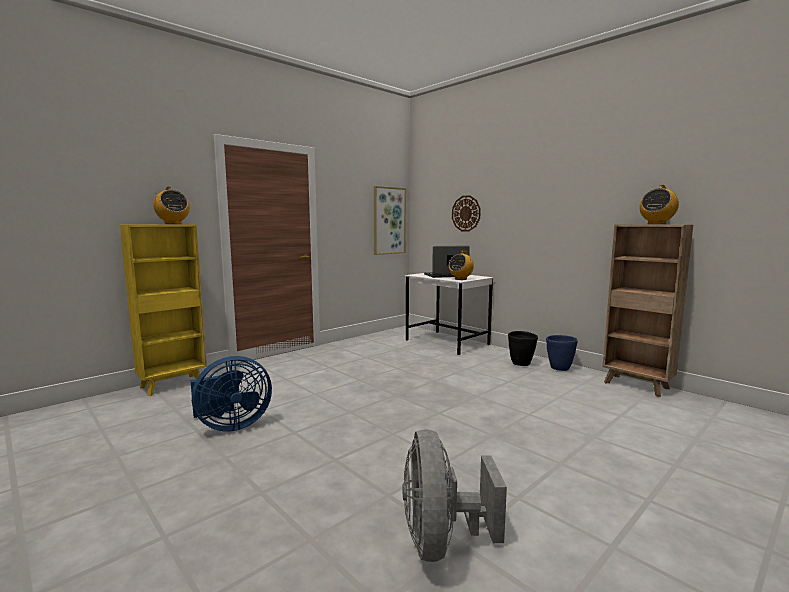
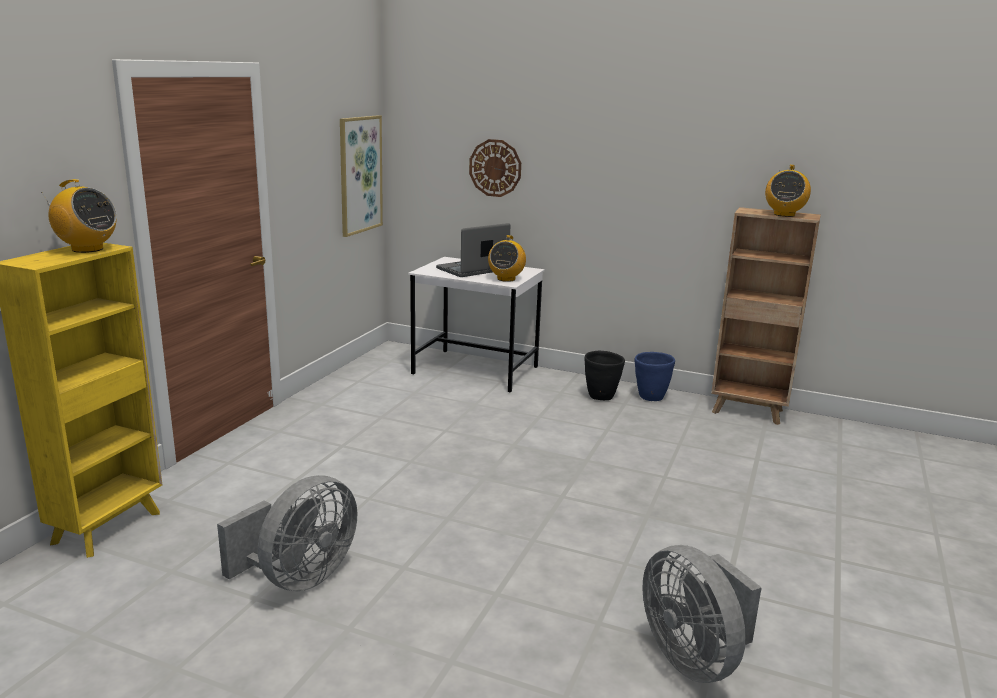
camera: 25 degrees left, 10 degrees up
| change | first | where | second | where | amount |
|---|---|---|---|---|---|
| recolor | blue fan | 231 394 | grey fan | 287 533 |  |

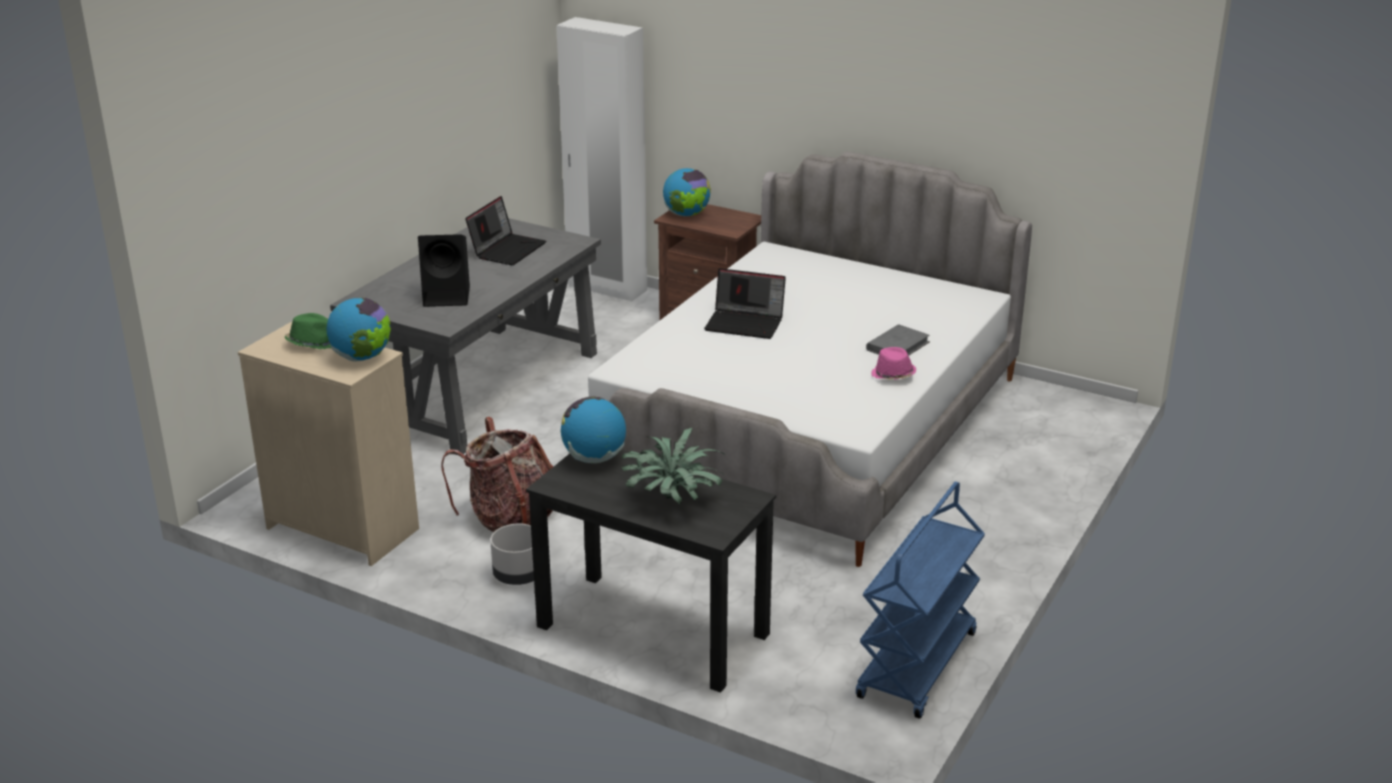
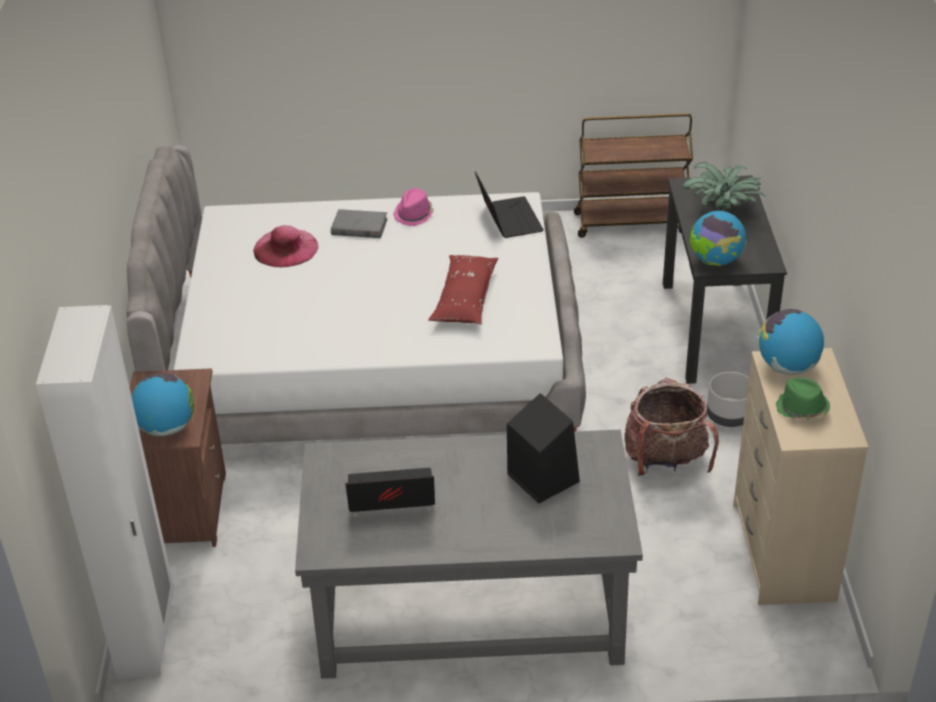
camera: 120 degrees left, 10 degrees up
| change | first | where | second | where | amount |
|---|---|---|---|---|---|
| move | laptop | 745 303 |  | 509 204 |  |
| recolor | blue cart | 920 600 | brown cart | 633 175 |  |
| insert |  |  | pink hat | 286 246 |  |
| insert |  |  | red pillow | 463 289 |  |

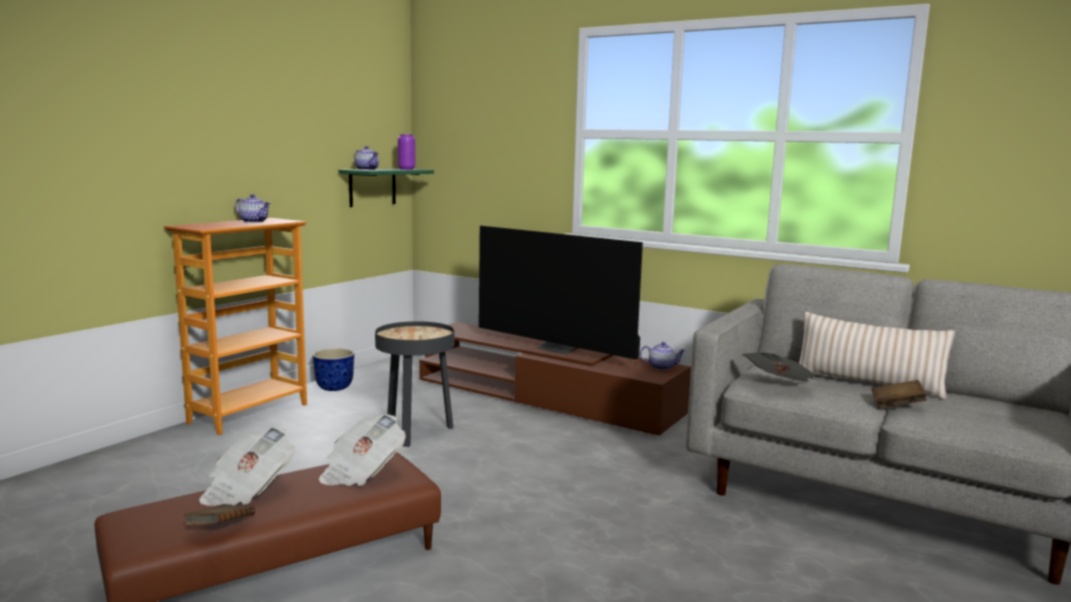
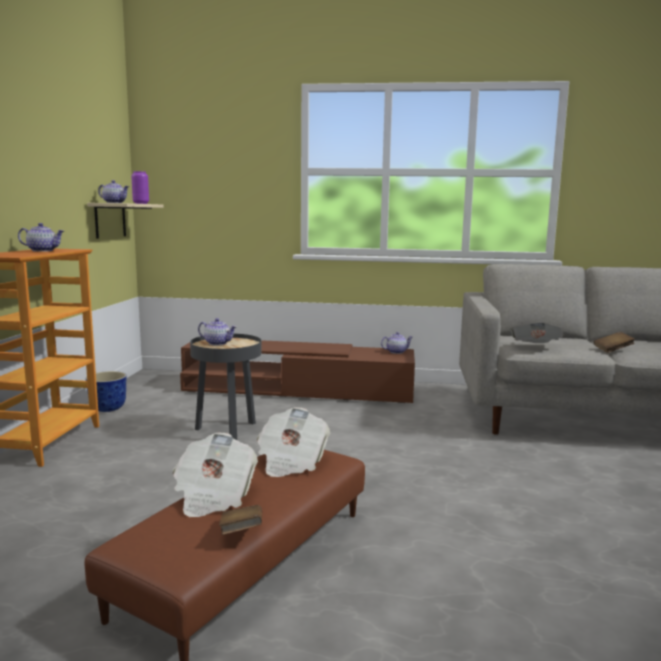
camera: 25 degrees left, 0 degrees up
| change | first | where | second | where | amount |
|---|---|---|---|---|---|
| recolor | green shelf | 386 188 | beige shelf | 125 221 |  |
| delete | television | 561 293 |  |  |  |
| delete | beige pillow | 877 356 |  |  |  |
| insert |  |  | teapot | 217 331 |  |

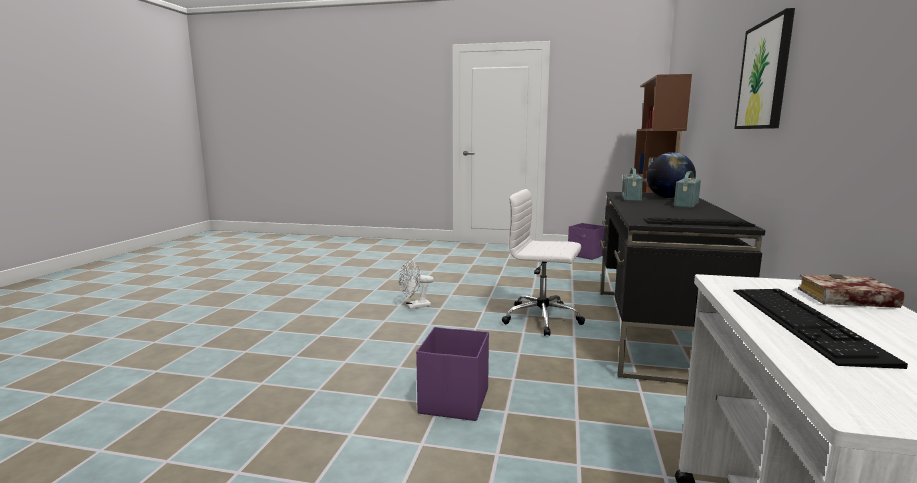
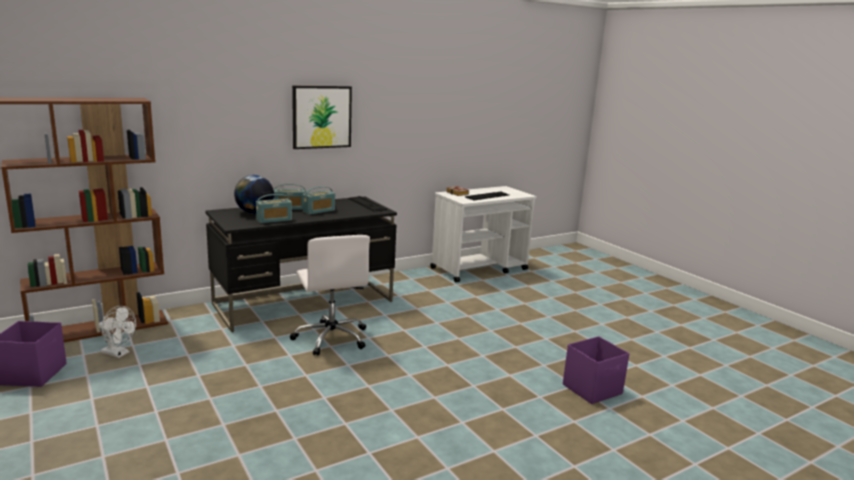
camera: 135 degrees left, 5 degrees up
| change | first | where | second | where | amount |
|---|---|---|---|---|---|
| move | white fan | 416 284 |  | 117 332 |  |
| move | purple storage box | 452 374 |  | 596 370 |  |
| insert |  |  | radio | 319 200 |  |

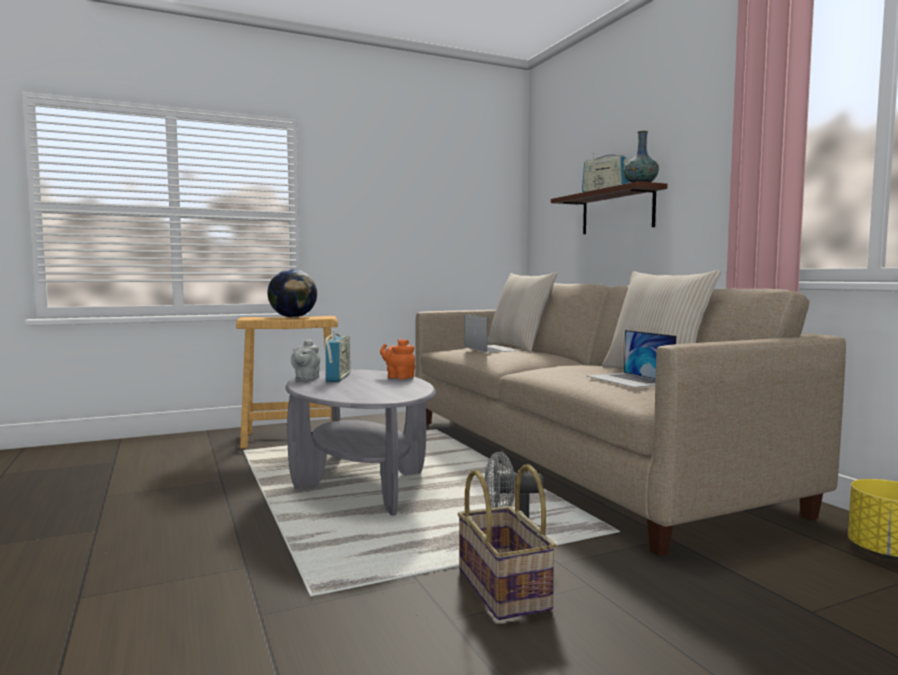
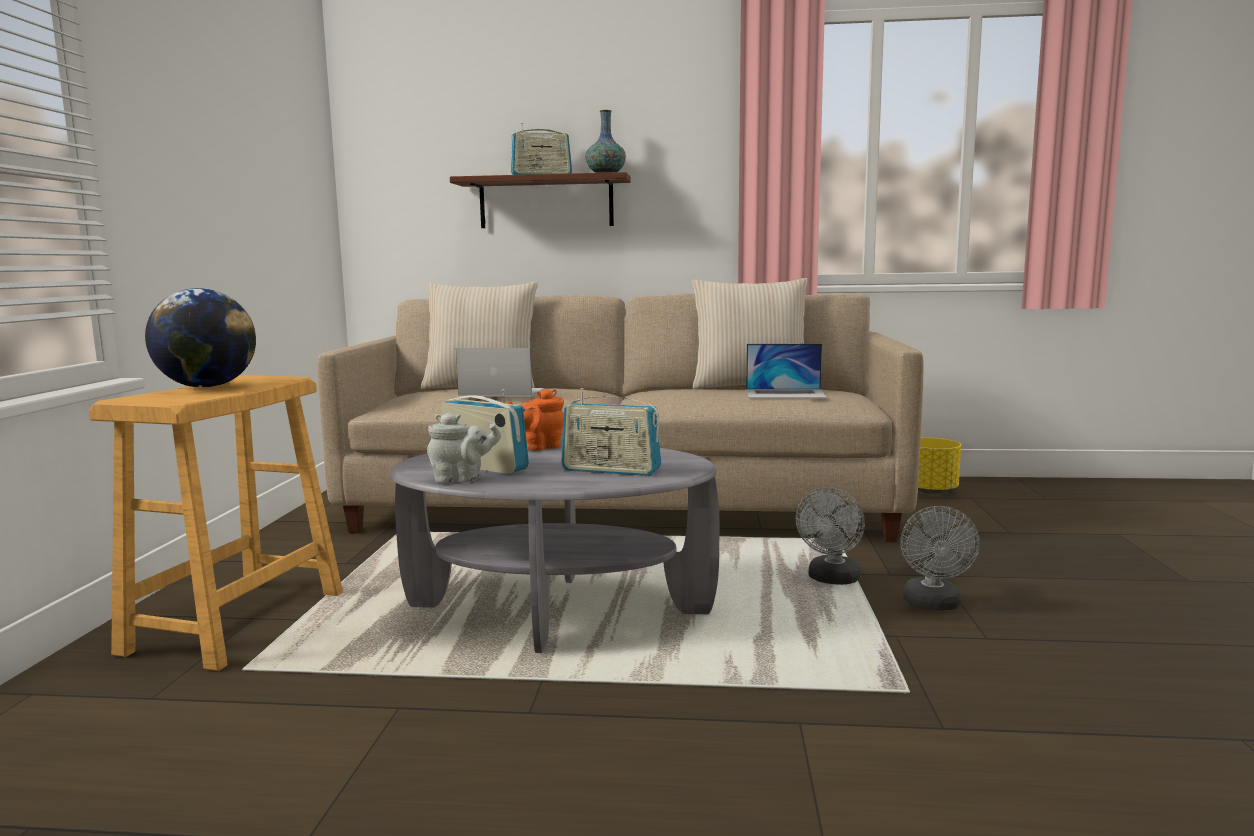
camera: 60 degrees left, 5 degrees up
| change | first | where | second | where | amount |
|---|---|---|---|---|---|
| rotate | grey teapot | 305 360 |  | 464 448 | 45 degrees counterclockwise |
| replace | basket | 507 542 | grey fan | 940 558 |  |
| insert |  |  | radio | 611 432 |  |

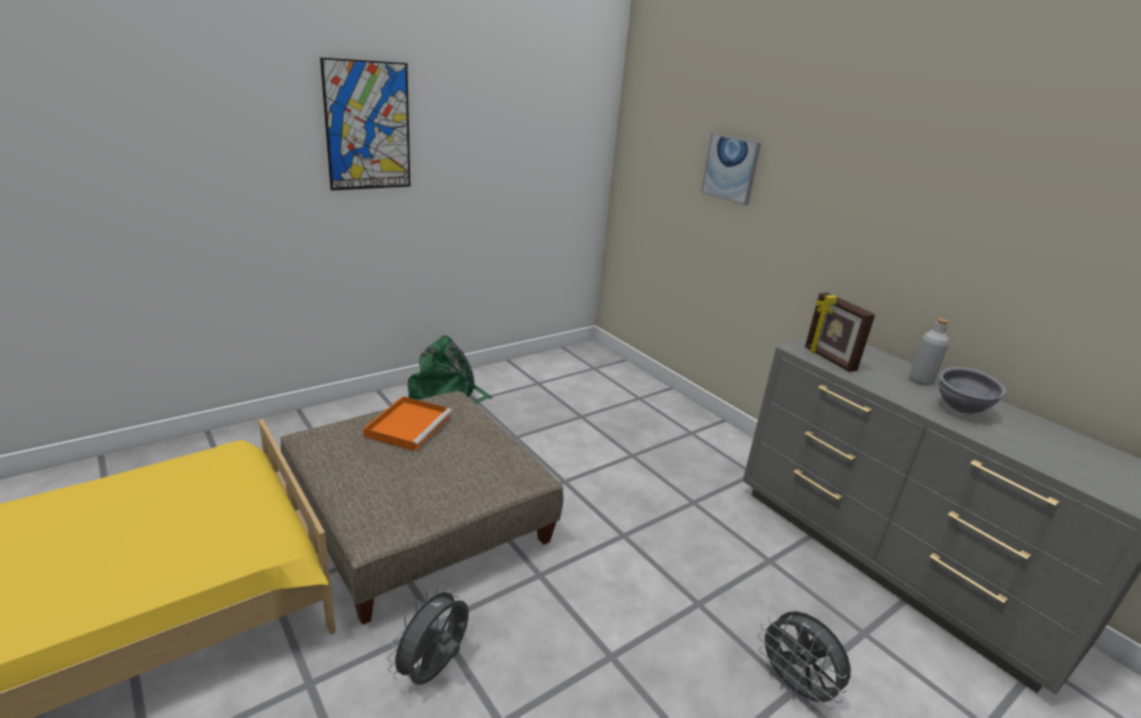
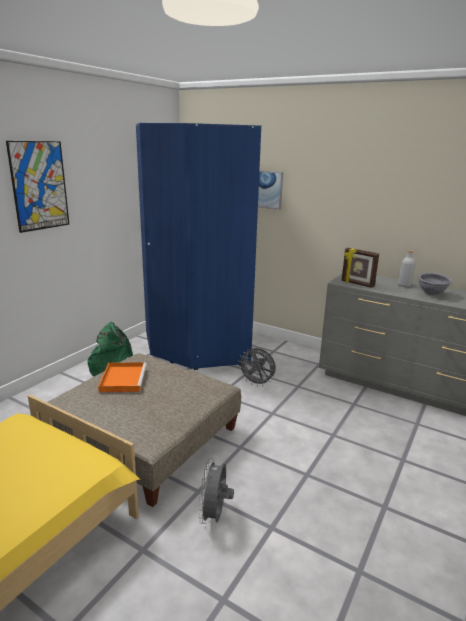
camera: 20 degrees left, 5 degrees down
| change | first | where | second | where | amount |
|---|---|---|---|---|---|
| move | grey fan | 804 660 |  | 257 367 |  |
| insert |  |  | blue wardrobe | 198 246 |  |

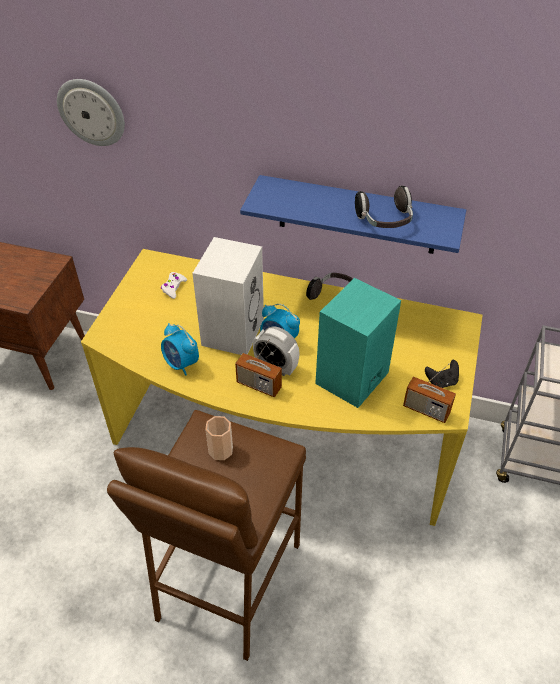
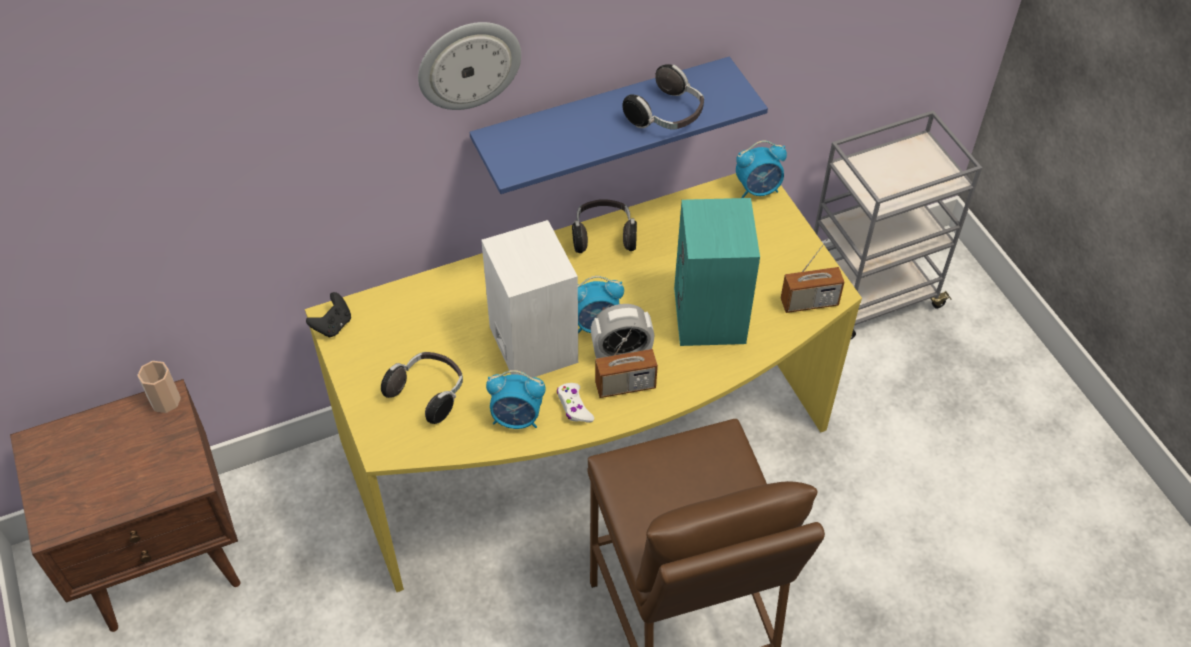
camera: 40 degrees left, 5 degrees up
| change | first | where | second | where | amount |
|---|---|---|---|---|---|
| move | wall clock | 91 112 |  | 469 66 |  |
| move | white game controller | 174 285 |  | 575 403 |  |
| move | cup | 219 438 |  | 159 387 |  |
| move | black game controller | 442 374 |  | 328 315 |  |
| insert |  |  | headphones | 422 388 |  |
| insert |  |  | alarm clock | 761 169 |  |

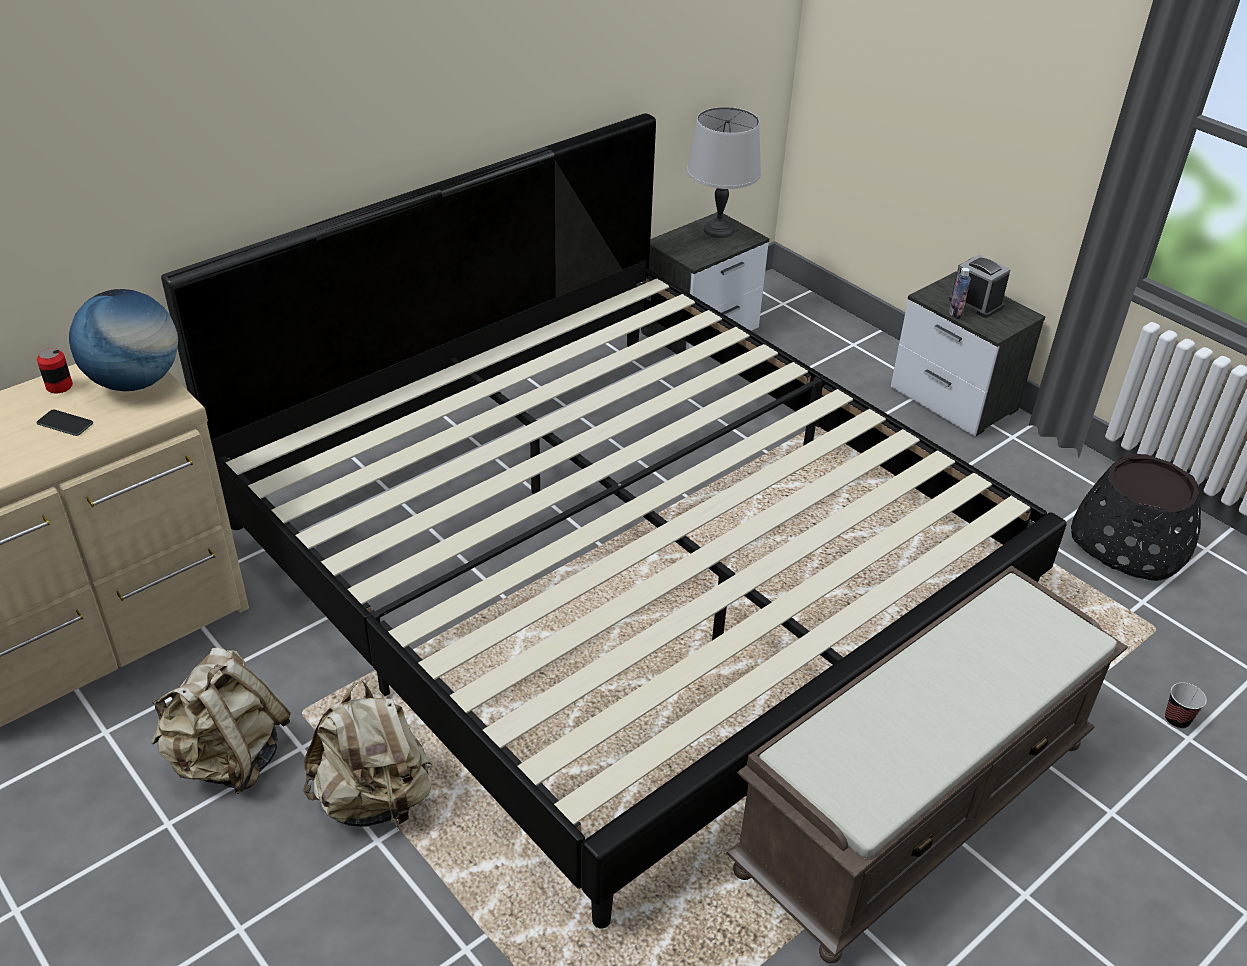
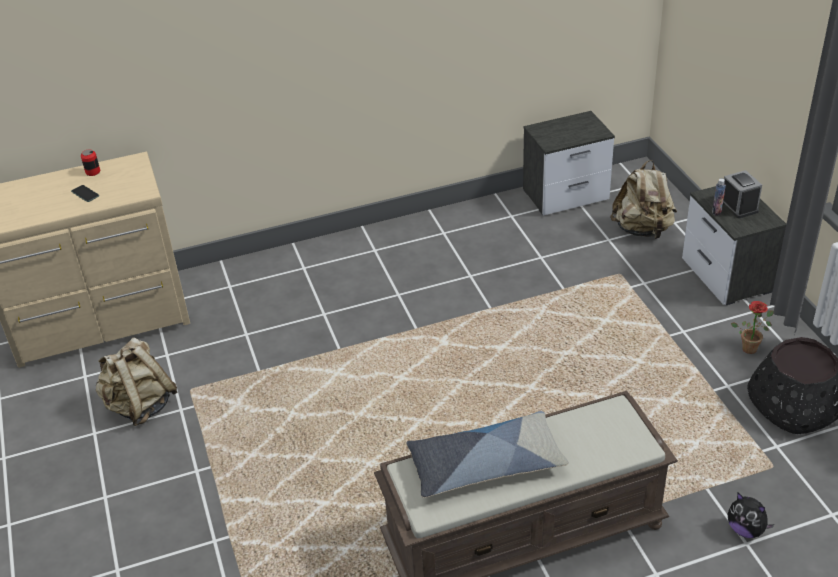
camera: 25 degrees right, 0 degrees up
| change | first | where | second | where | amount |
|---|---|---|---|---|---|
| delete | globe | 123 340 |  |  |  |
| delete | bed | 614 521 |  |  |  |
| move | beige backpack | 368 754 |  | 643 199 |  |
| delete | grey table lamp | 724 172 |  |  |  |
| replace | cup | 1186 706 | plush toy | 750 515 |  |
| insert |  |  | pillow | 487 454 |  |
| insert |  |  | potted plant | 752 327 |  |

